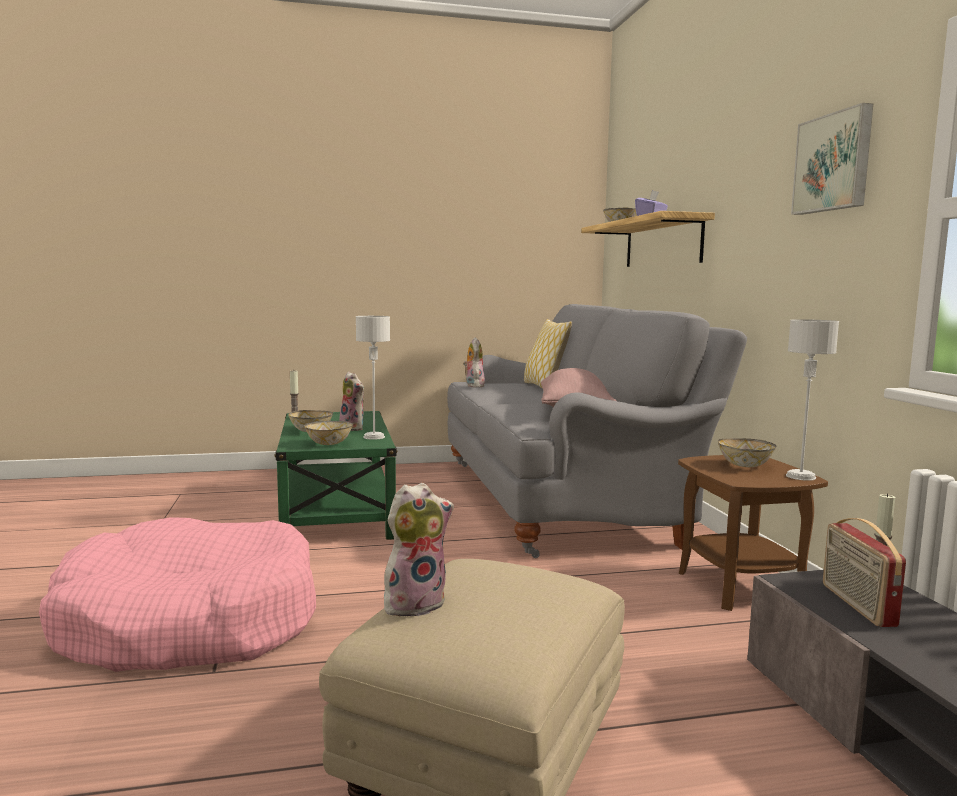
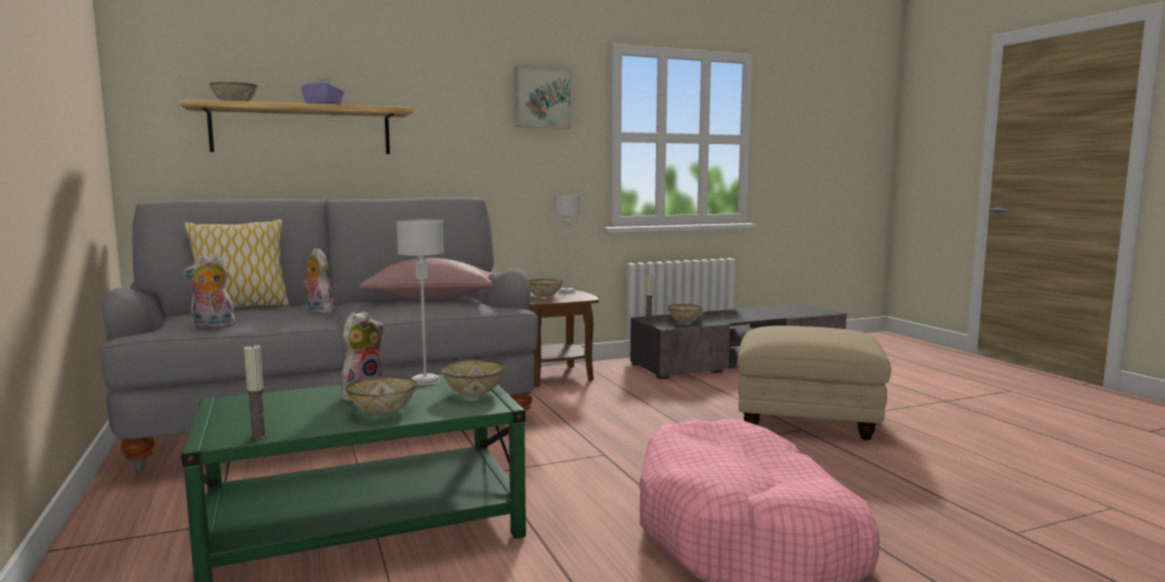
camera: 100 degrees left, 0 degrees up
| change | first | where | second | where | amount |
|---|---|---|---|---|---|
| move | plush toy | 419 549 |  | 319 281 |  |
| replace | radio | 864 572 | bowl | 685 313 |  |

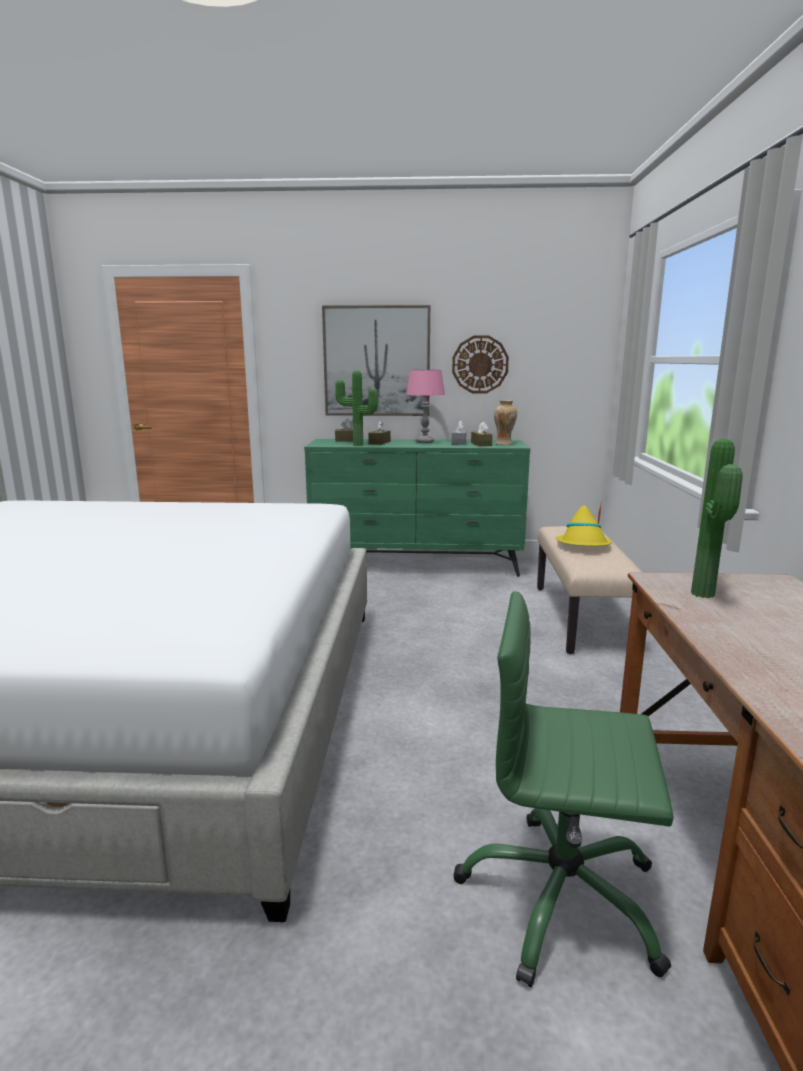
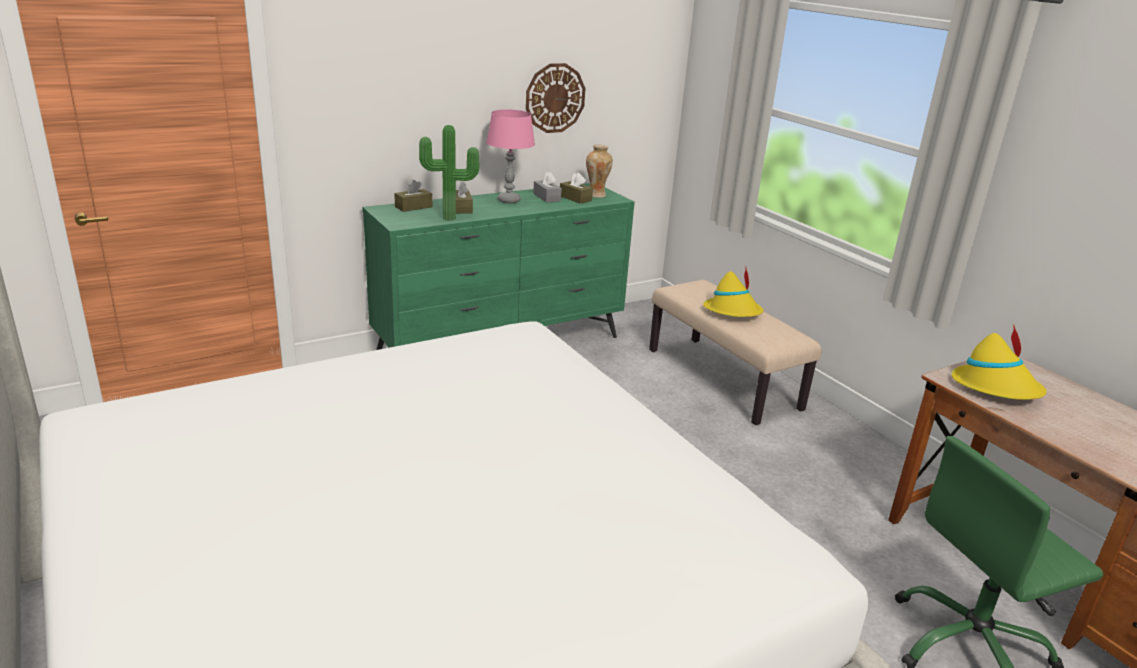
camera: 35 degrees left, 10 degrees up
| change | first | where | second | where | amount |
|---|---|---|---|---|---|
| delete | picture | 376 360 |  |  |  |
| replace | potted plant | 716 518 | yellow hat | 999 363 |  |

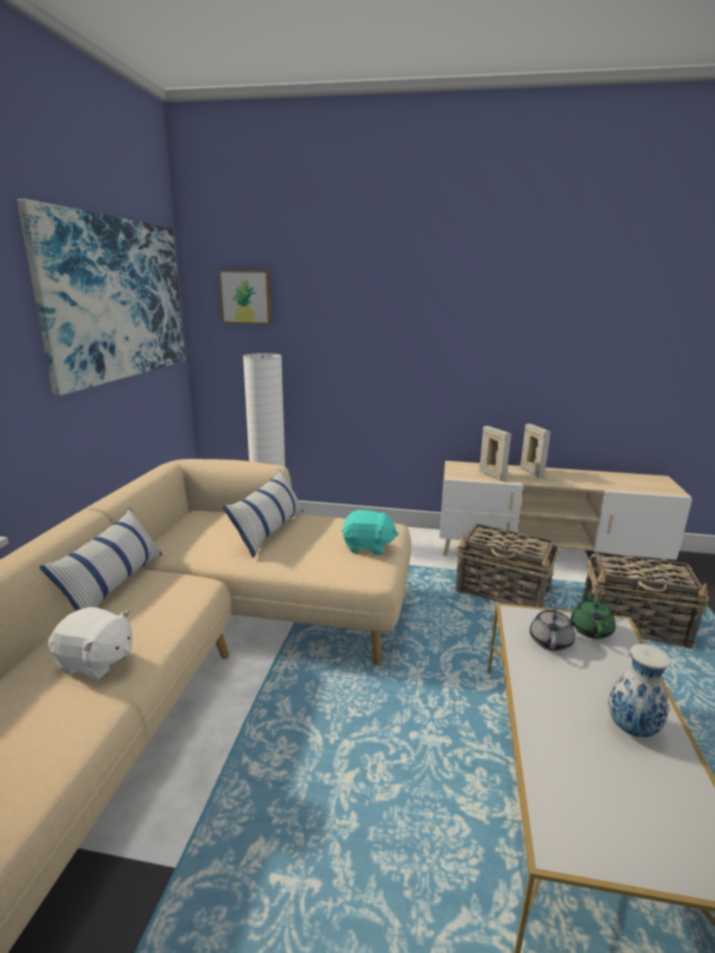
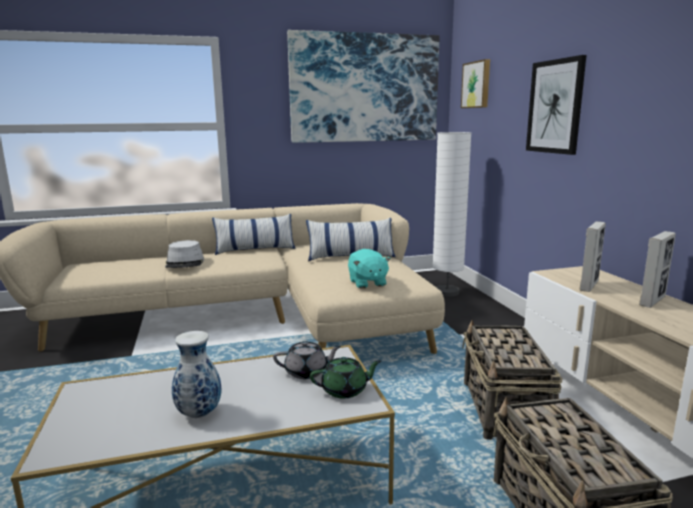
camera: 65 degrees right, 5 degrees down
| change | first | where | second | where | amount |
|---|---|---|---|---|---|
| replace | white plush toy | 90 644 | grey hat | 184 254 |  |
| insert |  |  | picture | 556 105 |  |

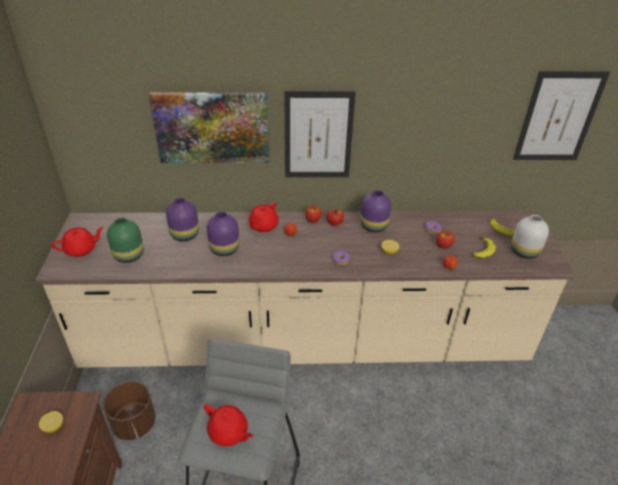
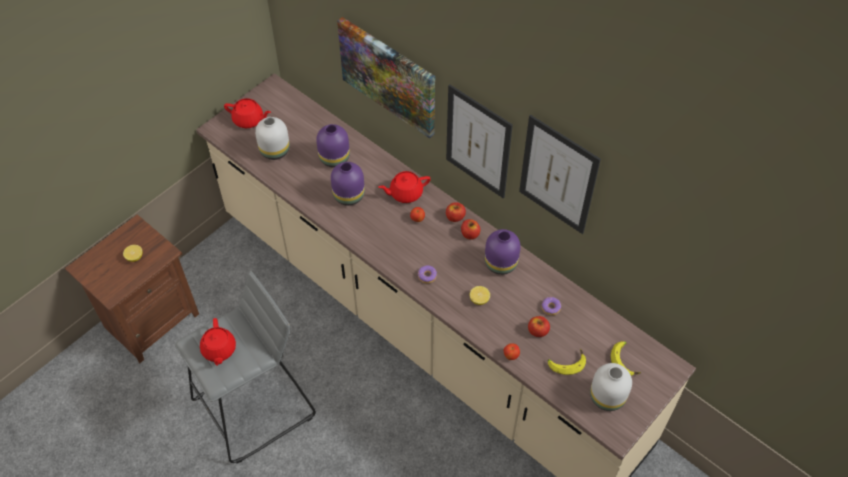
camera: 45 degrees right, 15 degrees up
| change | first | where | second | where | amount |
|---|---|---|---|---|---|
| delete | brown planter | 129 411 |  |  |  |
| recolor | green vase | 125 240 | white vase | 272 138 |  |
| move | picture | 561 115 |  | 560 174 |  |

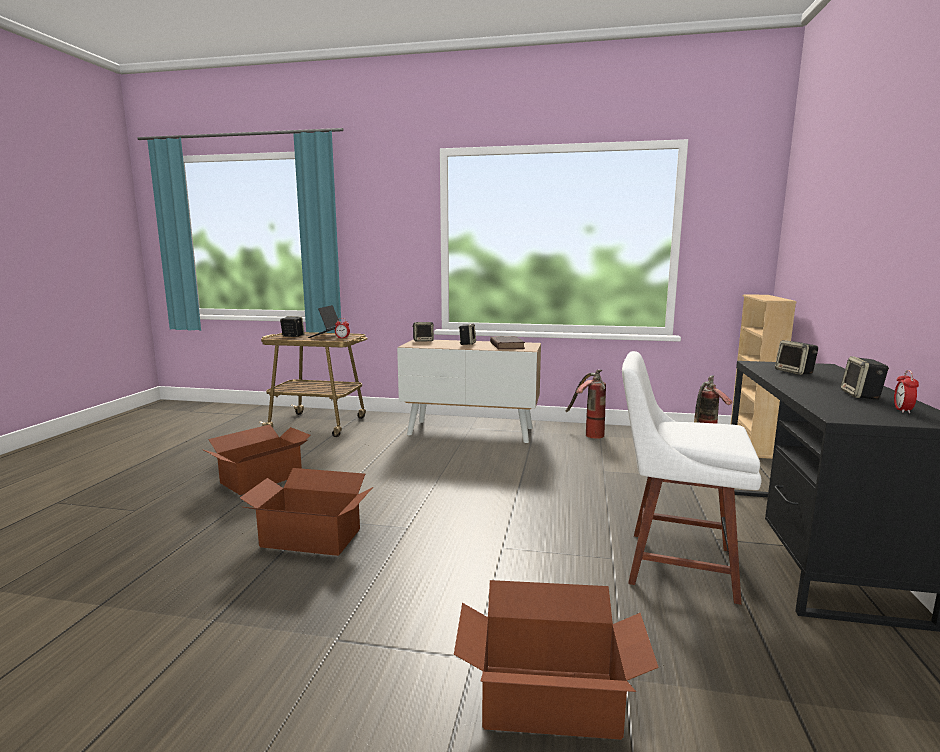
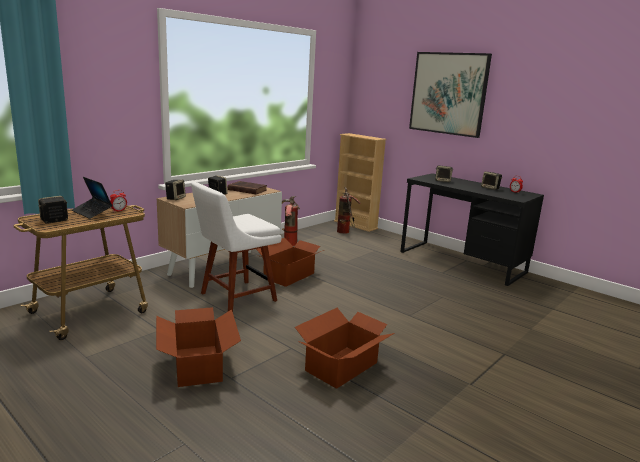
camera: 60 degrees left, 5 degrees up
| change | first | where | second | where | amount |
|---|---|---|---|---|---|
| move | cardboard box | 556 660 |  | 290 262 |  |
| move | white chair | 692 478 |  | 236 247 |  |
| insert |  |  | picture | 450 95 |  |

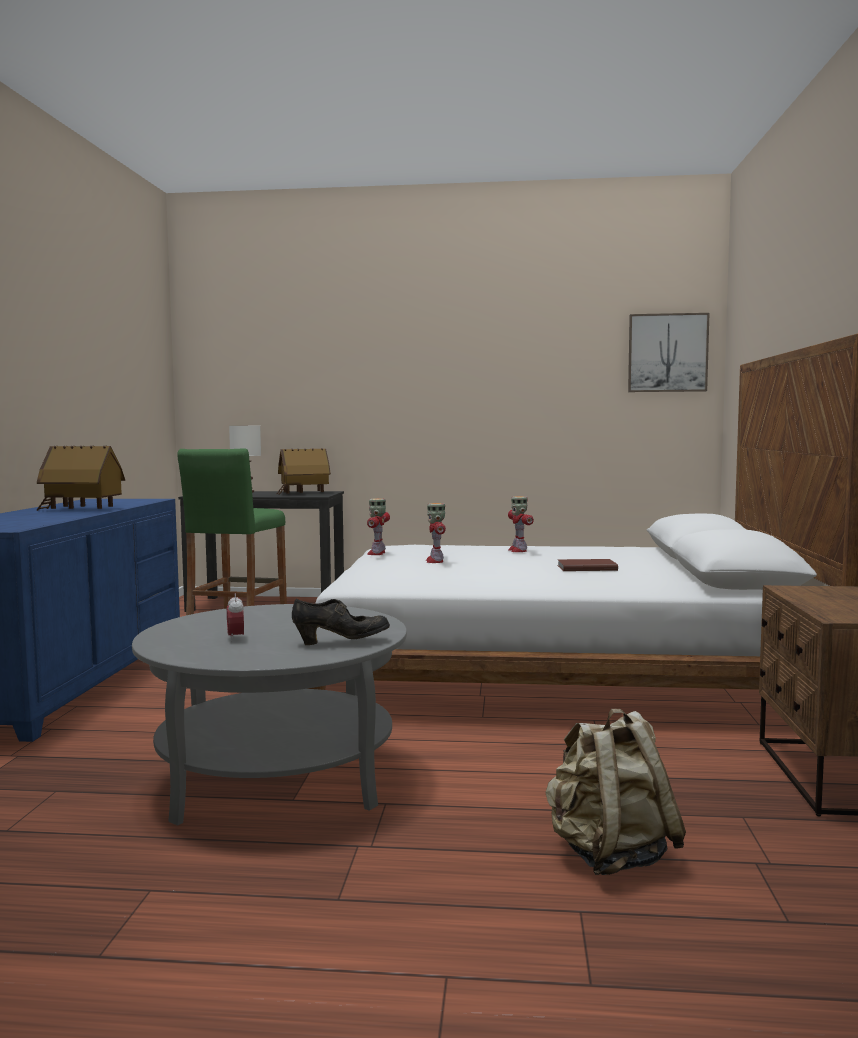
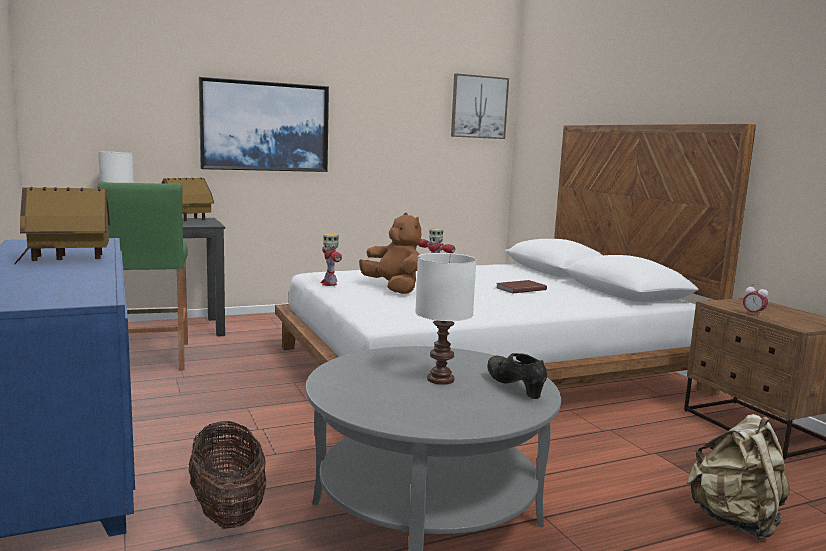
camera: 30 degrees left, 5 degrees up
| change | first | where | second | where | amount |
|---|---|---|---|---|---|
| move | alarm clock | 235 617 |  | 756 299 |  |
| rotate | black shoe | 341 622 |  | 517 376 | 75 degrees counterclockwise |
| replace | toy robot | 436 533 | brown plush toy | 390 253 |  |
| insert |  |  | basket | 228 475 |  |
| insert |  |  | picture | 264 124 |  |
| insert |  |  | white table lamp | 446 319 |  |

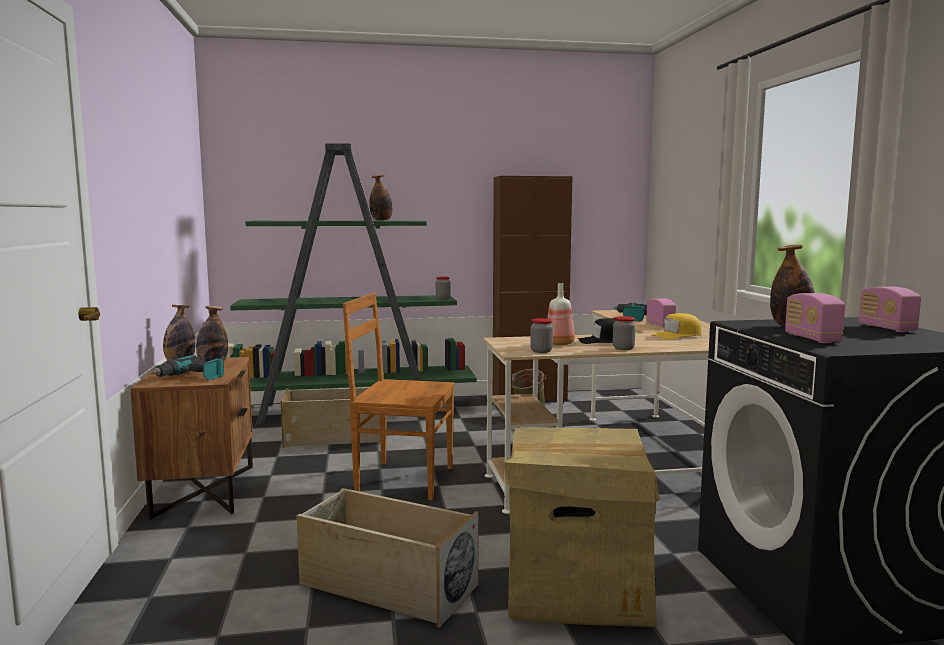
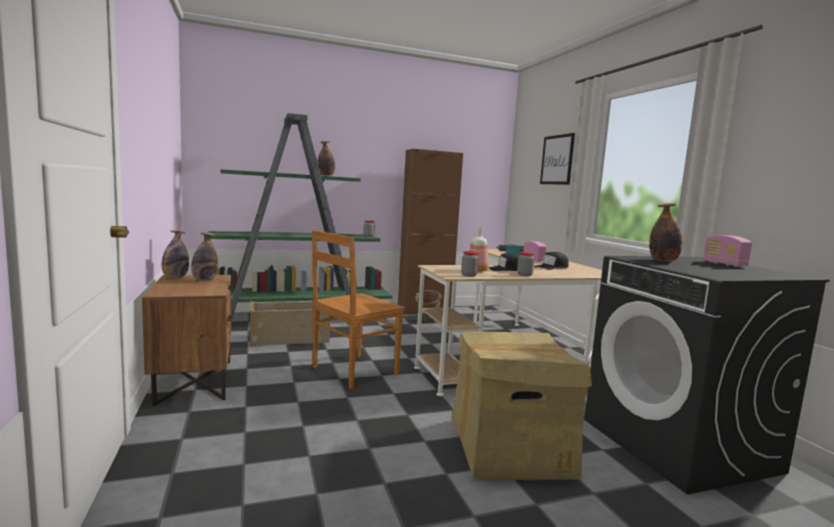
camera: 10 degrees left, 0 degrees up
| change | first | where | second | where | amount |
|---|---|---|---|---|---|
| delete | power drill | 188 367 |  |  |  |
| delete | beige storage box | 388 558 |  |  |  |
| rotate | brown chair | 399 396 |  | 358 309 | 45 degrees counterclockwise |
| recolor | yellow cap | 676 326 | black cap | 551 261 |  |
| delete | radio | 815 318 |  |  |  |
| insert |  |  | picture | 557 159 |  |

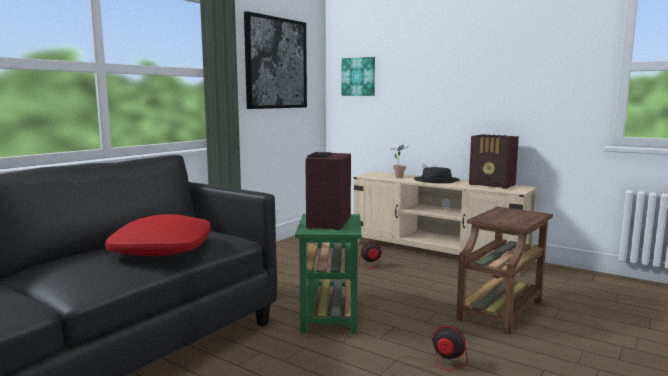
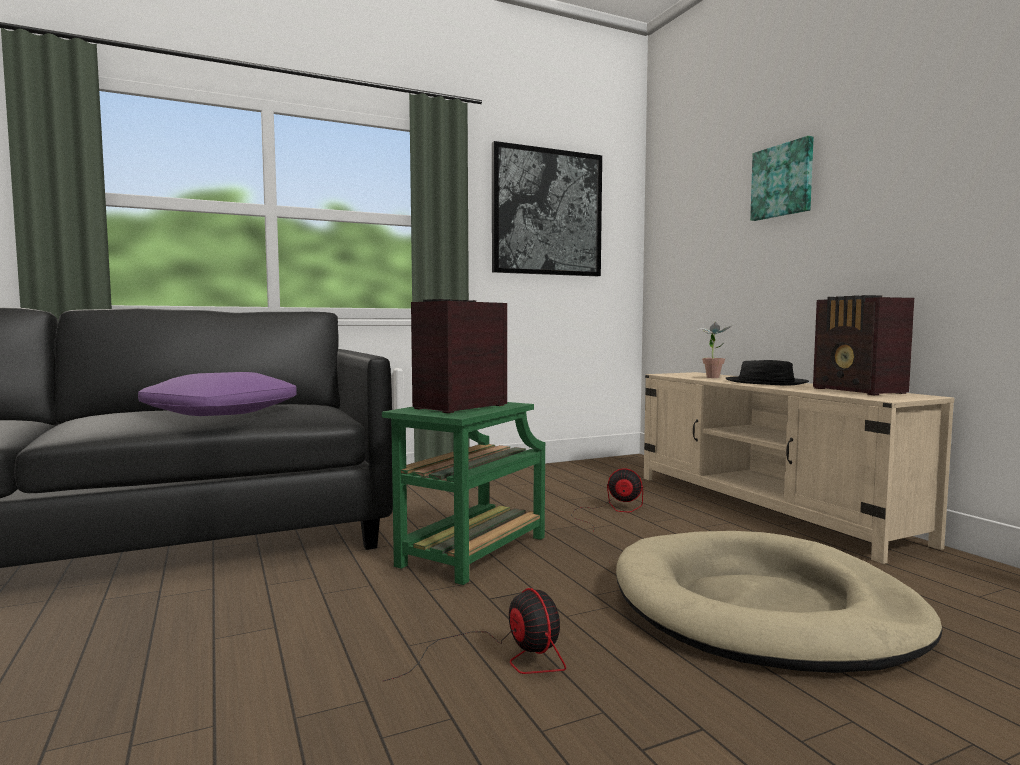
camera: 30 degrees right, 5 degrees down
| change | first | where | second | where | amount |
|---|---|---|---|---|---|
| recolor | red pillow | 158 235 | purple pillow | 217 394 |  |
| move | picture | 358 76 |  | 782 178 |  |
| replace | brown side table | 504 270 | beige dog bed | 779 602 |  |

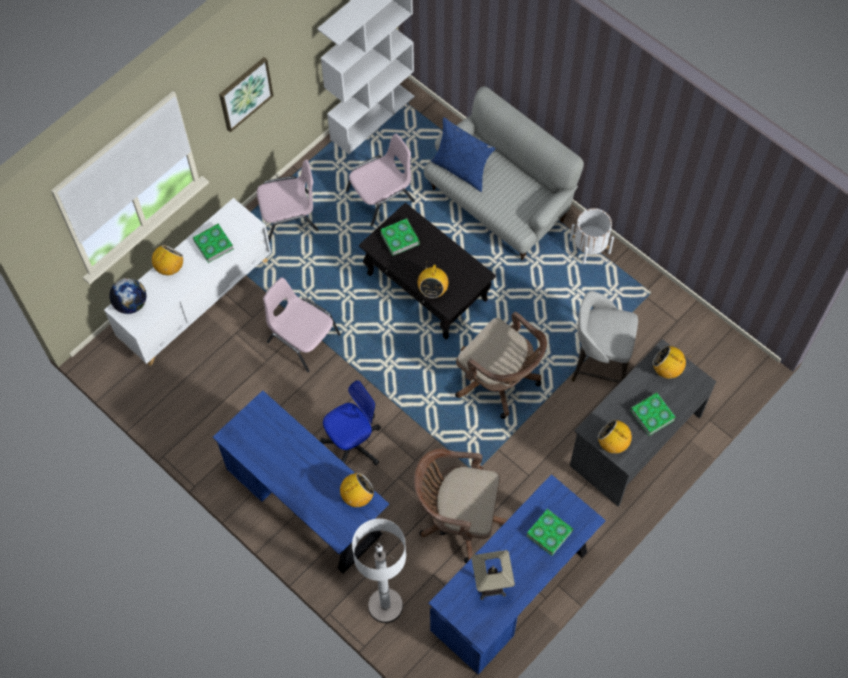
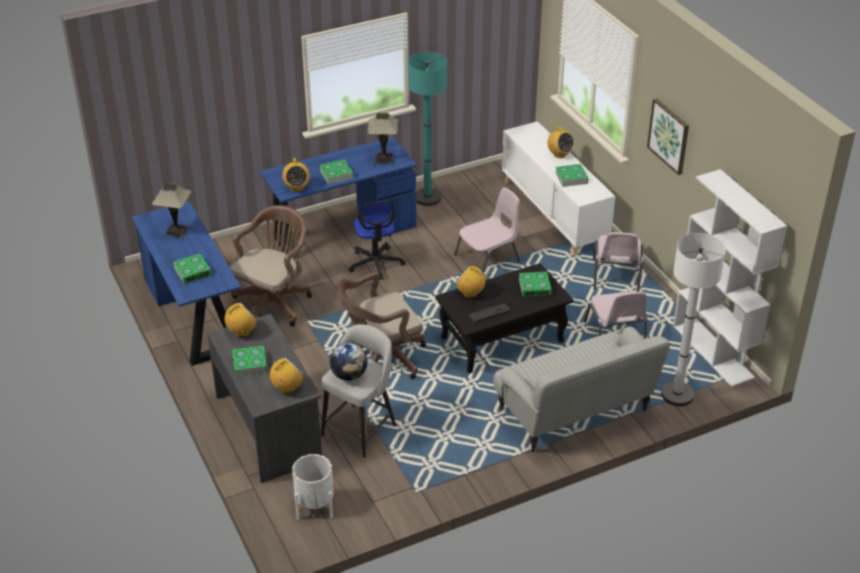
camera: 110 degrees right, 25 degrees down
| change | first | where | second | where | amount |
|---|---|---|---|---|---|
| move | globe | 127 296 |  | 348 362 |  |
| move | white floor lamp | 379 571 |  | 693 319 |  |
| delete | blue pillow | 463 154 |  |  |  |
| move | white planter | 592 236 |  | 313 487 |  |
| insert |  |  | book | 336 172 |  |
| insert |  |  | table lamp | 383 139 |  |
| insert |  |  | turquoise floor lamp | 427 129 |  |
| insert |  |  | keyboard | 489 313 |  |

